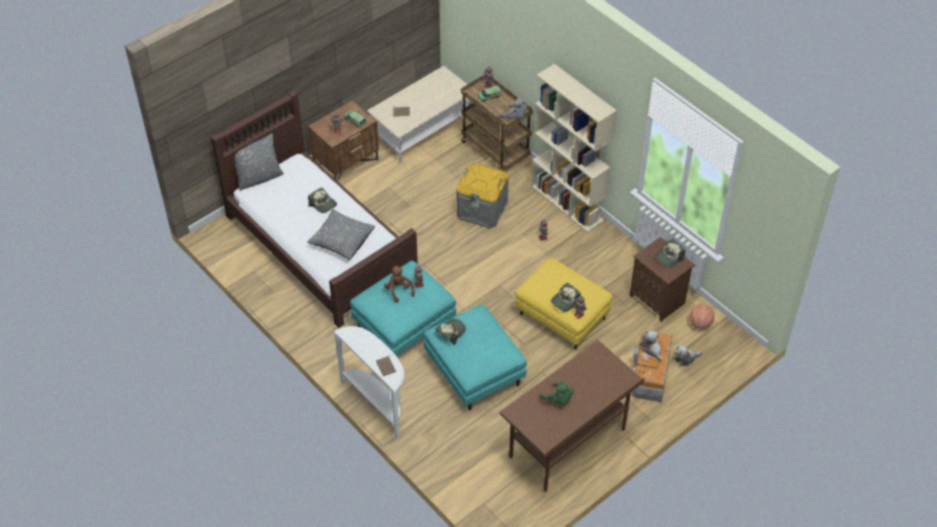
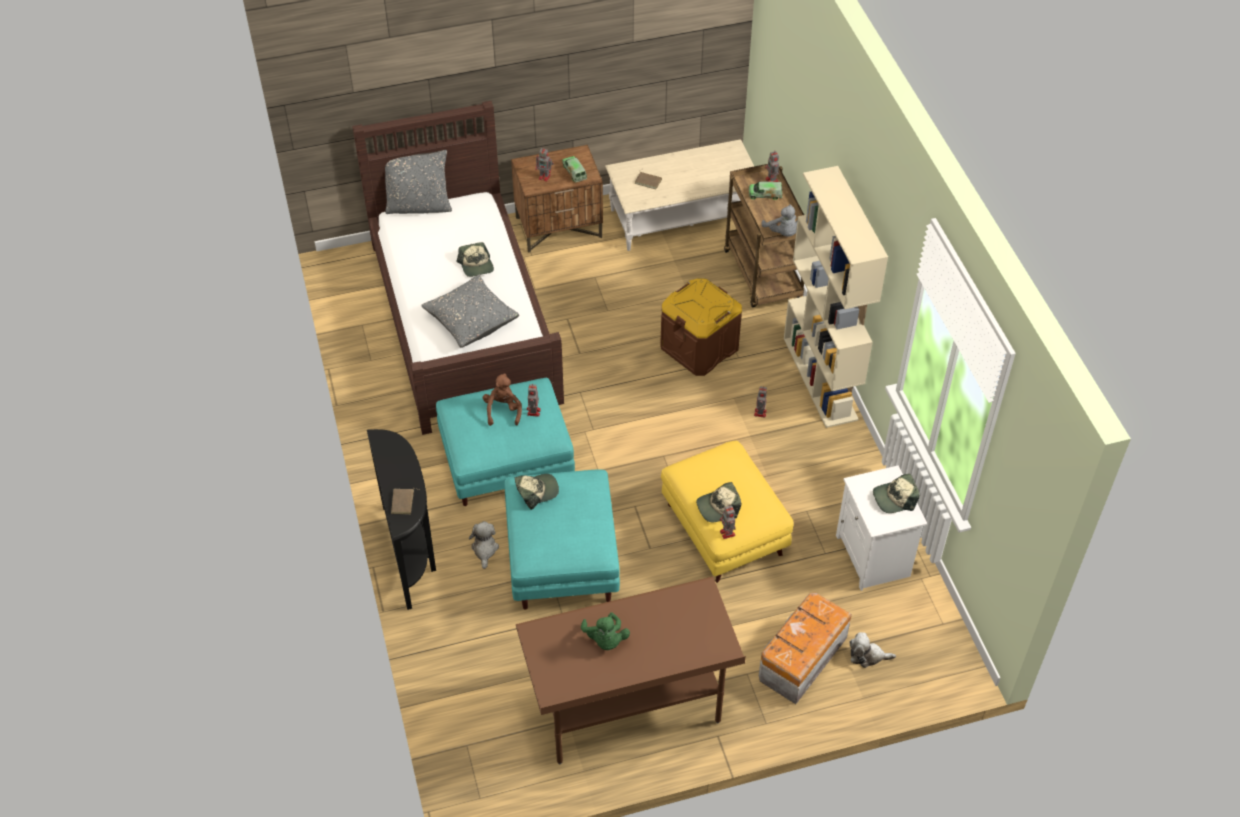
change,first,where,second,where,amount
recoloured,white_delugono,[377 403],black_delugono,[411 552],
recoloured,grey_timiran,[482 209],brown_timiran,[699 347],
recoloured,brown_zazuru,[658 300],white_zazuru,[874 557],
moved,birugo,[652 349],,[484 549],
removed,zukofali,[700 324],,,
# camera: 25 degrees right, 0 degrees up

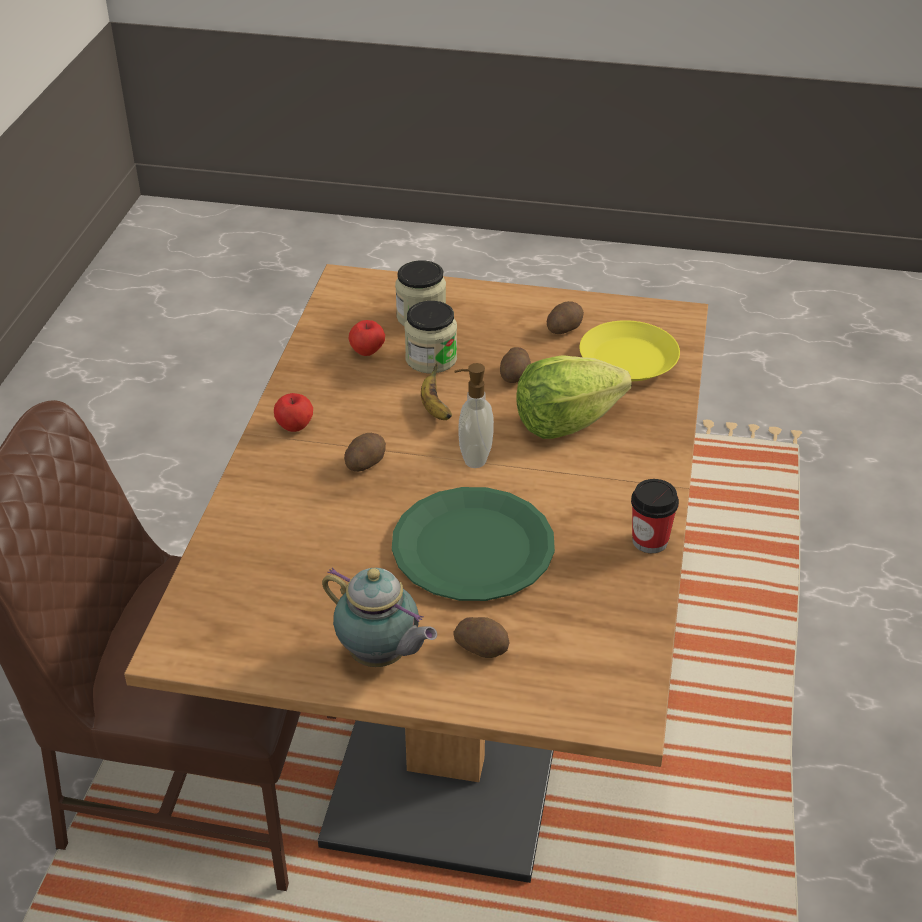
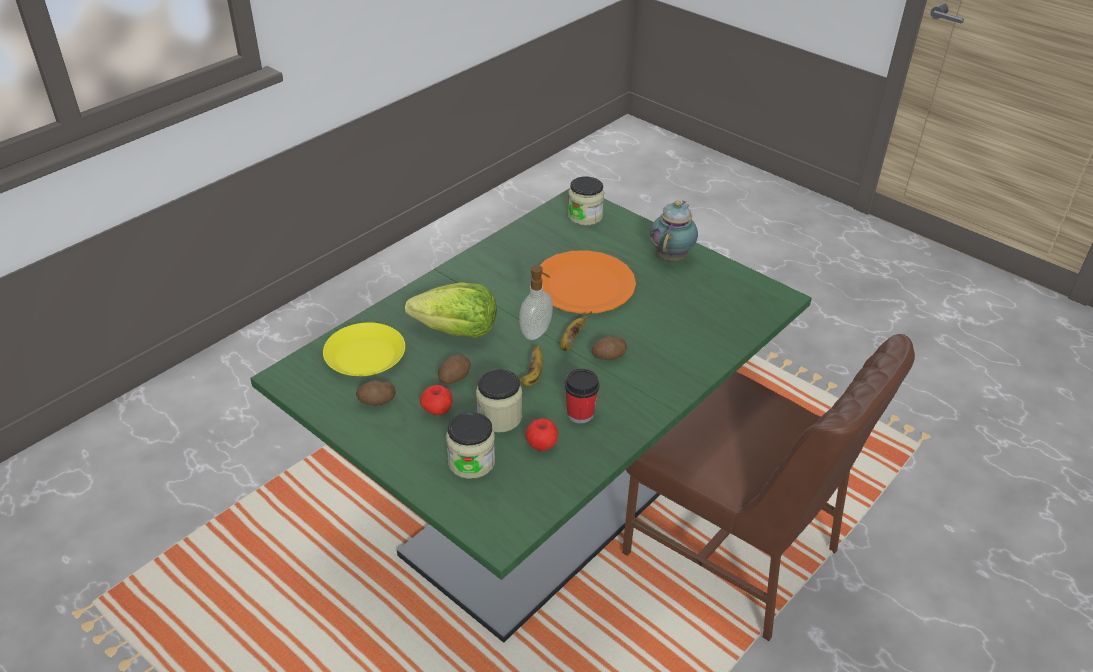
change,first,where,second,where,amount
recoloured,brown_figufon,[460 711],green_figufon,[542 516],
moved,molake,[295 426],,[437 411],
turned,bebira,[381 657],,[672 256],45 degrees clockwise
recoloured,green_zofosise,[473 547],orange_zofosise,[583 285],
removed,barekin,[482 647],,,
moved,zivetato,[650 541],,[580 414],
added,,,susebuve,[571 341],
added,,,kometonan,[585 216],
# camera: 150 degrees left, 0 degrees up

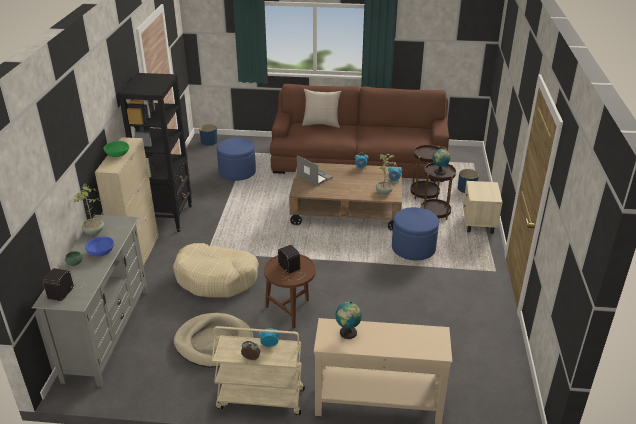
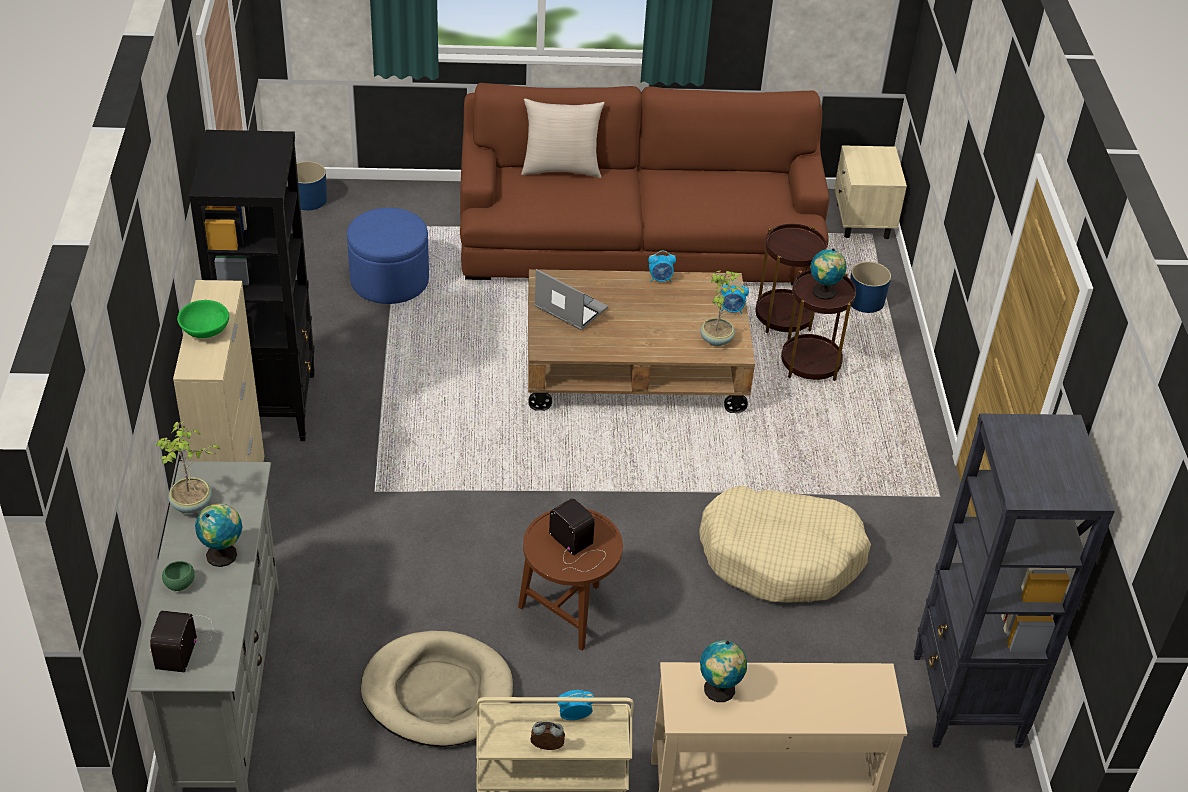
change,first,where,second,where,amount
replaced,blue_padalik,[101 252],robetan,[223 554],
moved,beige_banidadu,[216 278],,[781 557],
removed,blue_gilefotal,[413 248],,,
moved,beige_zazuru,[478 224],,[862 221],
added,,,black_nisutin,[965 702],
# camera: 10 degrees left, 10 degrees up

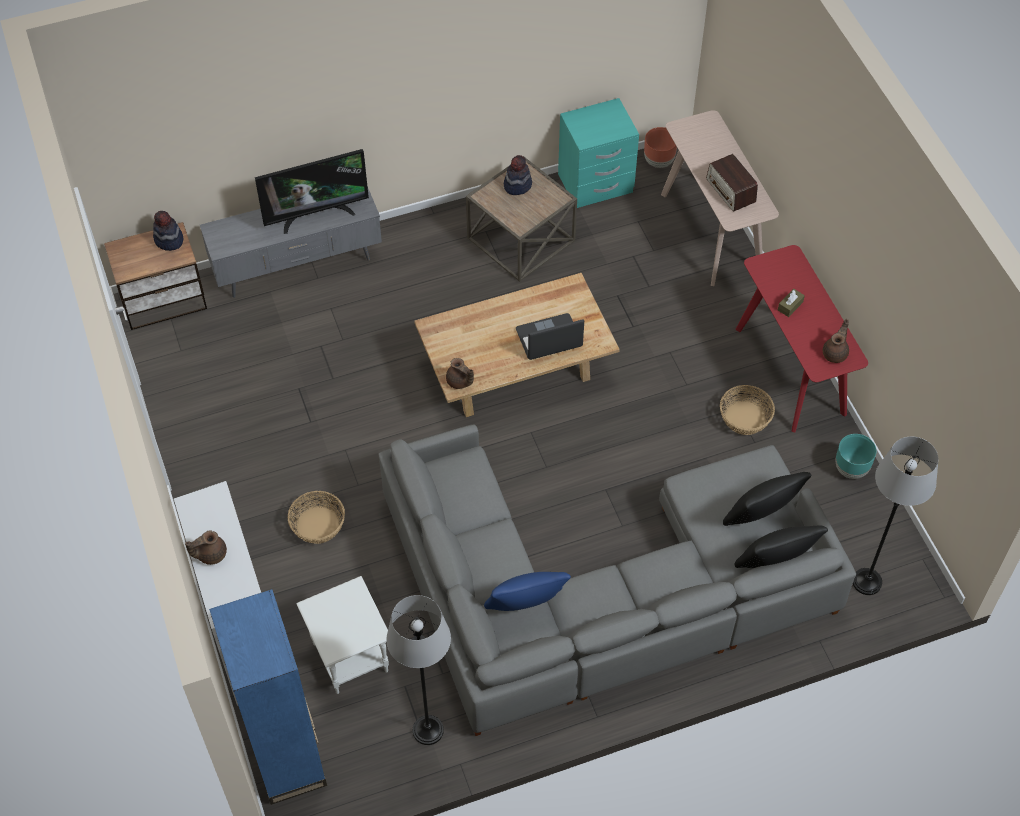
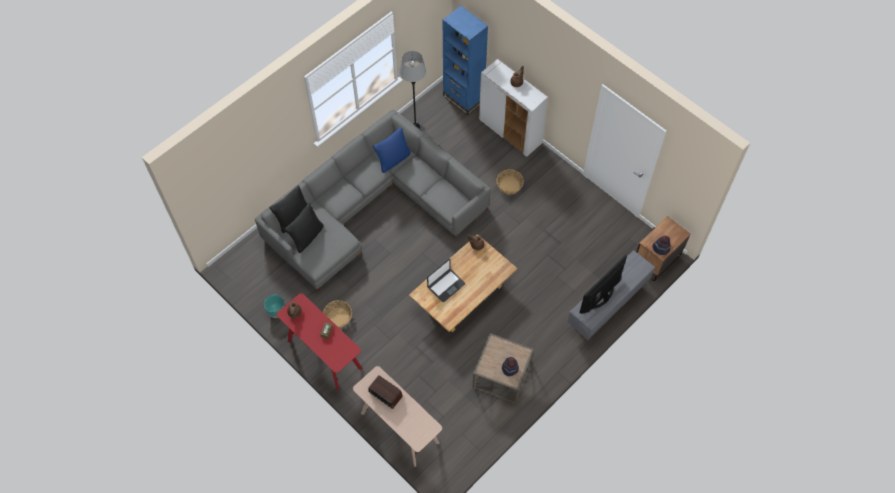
change,first,where,second,where,amount
removed,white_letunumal,[350 656],,,
removed,turquoise_zazuru,[595 184],,,
removed,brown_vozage,[659 161],,,
removed,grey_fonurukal,[866 582],,,
# camera: 155 degrees right, 5 degrees up

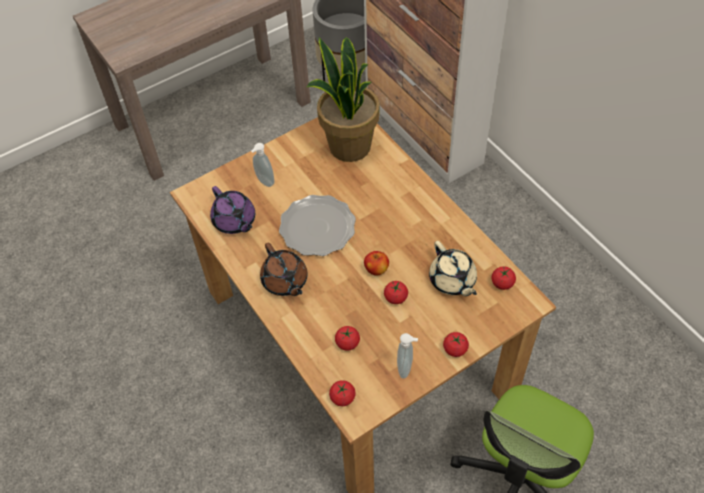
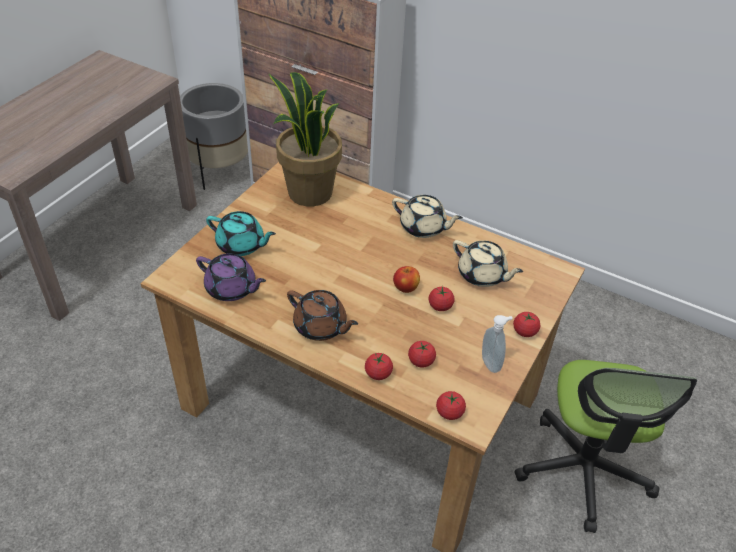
change,first,where,second,where,amount
replaced,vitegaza,[264 182],turquoise_bebira,[241 245],
removed,zofosise,[317 227],,,
moved,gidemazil,[502 283],,[378 373],
added,,,beige_bebira,[423 228],
# camera: 30 degrees left, 10 degrees down

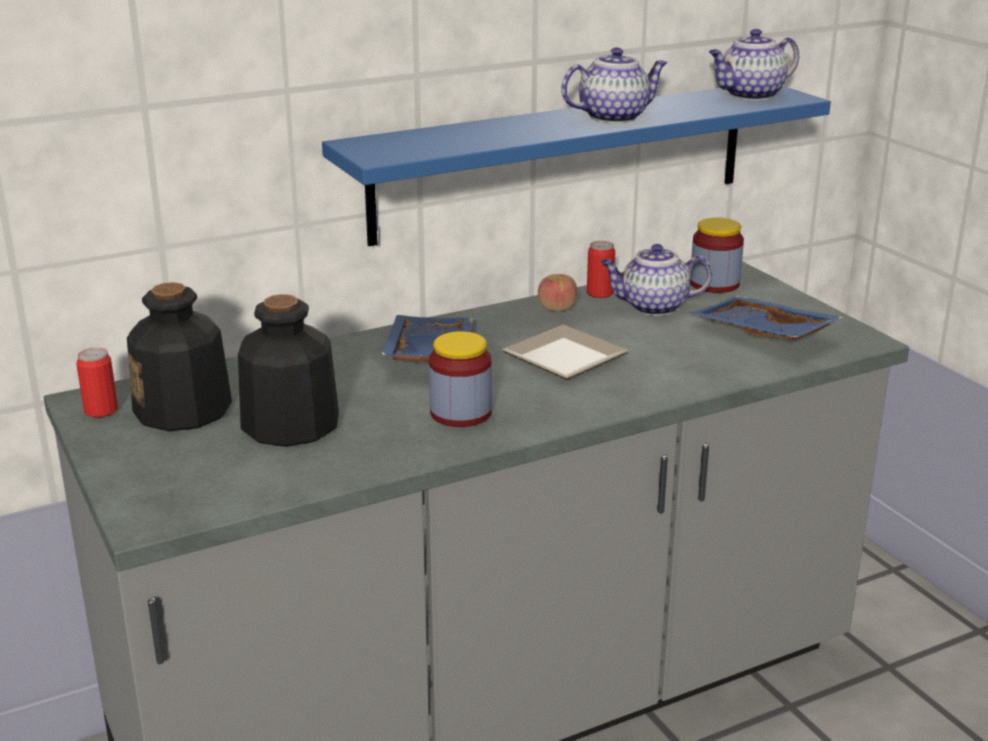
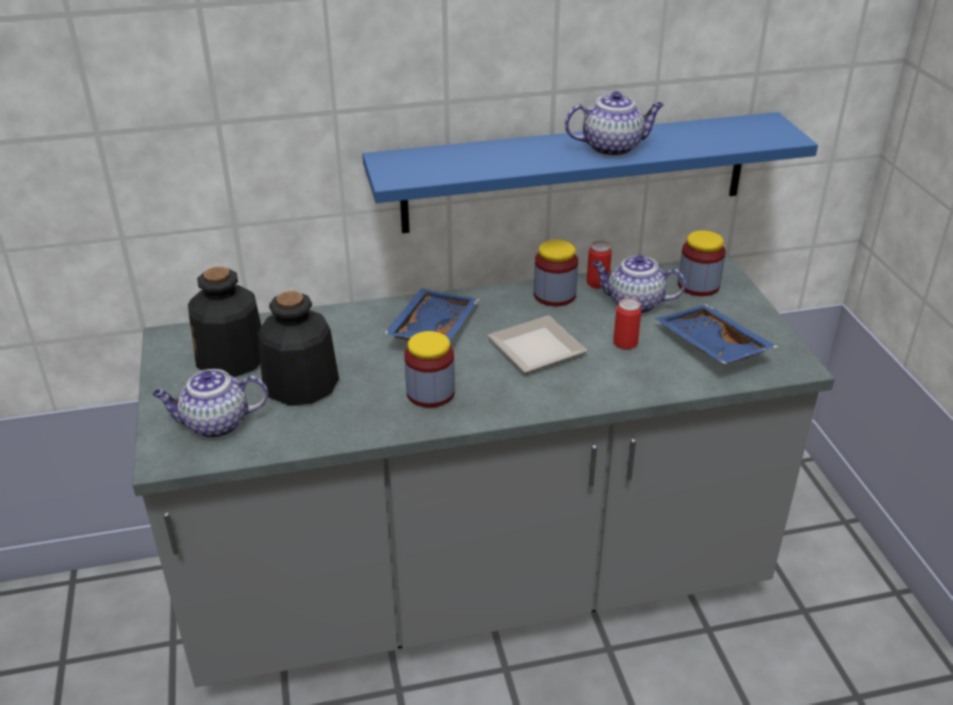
change,first,where,second,where,amount
moved,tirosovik,[101 410],,[625 343],
replaced,molake,[556 309],kometonan,[554 295],
moved,bebira,[750 95],,[215 424],
# camera: 15 degrees right, 10 degrees up

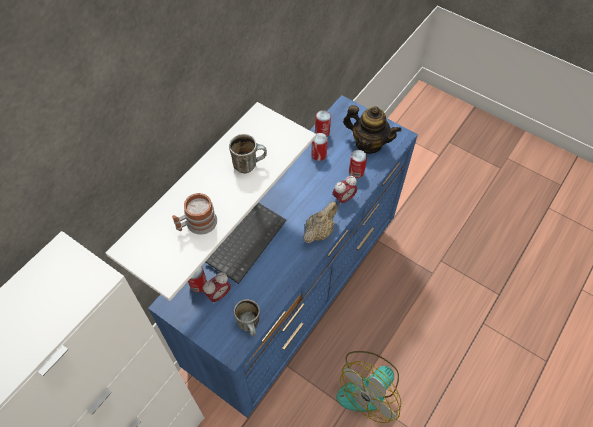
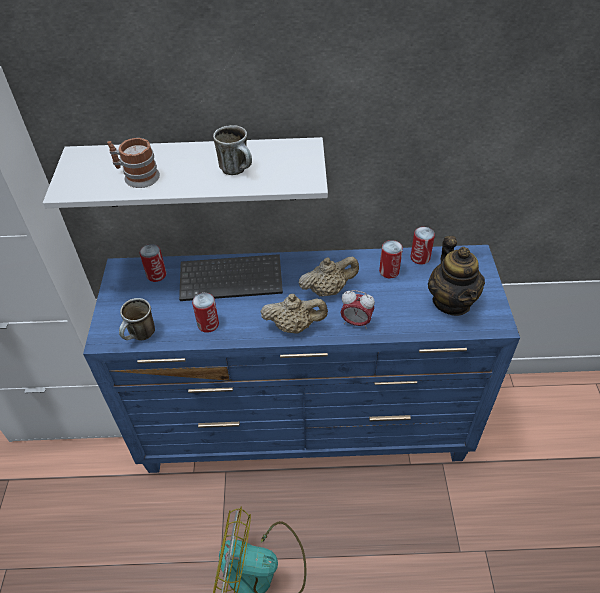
change,first,where,second,where,amount
removed,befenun,[218 295],,,
moved,tirosovik,[356 172],,[208 324],
added,,,beige_bebira,[328 290],
# camera: 55 degrees right, 10 degrees down

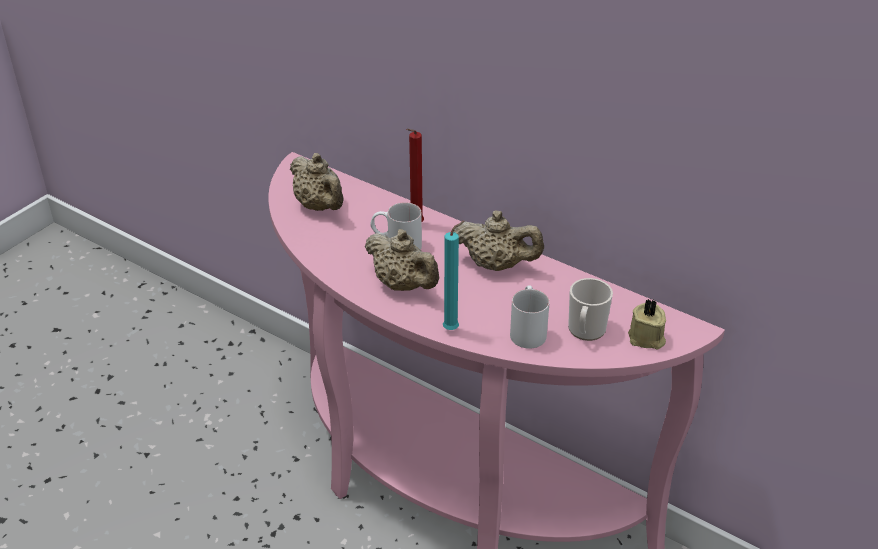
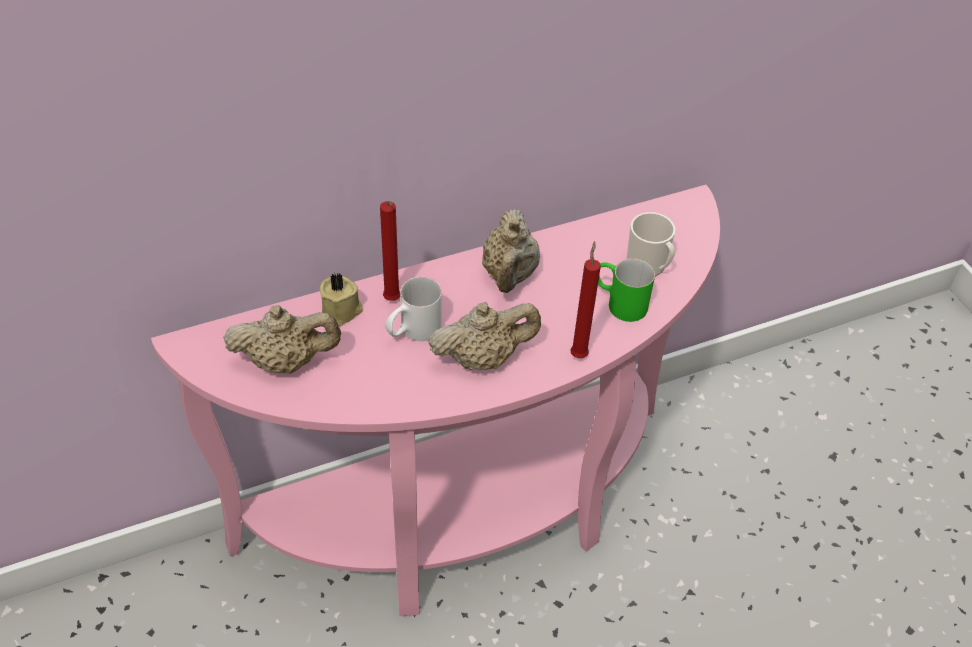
change,first,where,second,where,amount
recoloured,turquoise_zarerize,[453 329],red_zarerize,[579 353],
turned,beige_bebira,[496 265],,[509 275],135 degrees clockwise
recoloured,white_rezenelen,[527 329],green_rezenelen,[618 302],
moved,beige_zarerize,[646 339],,[342 311],
# camera: 60 degrees left, 10 degrees up

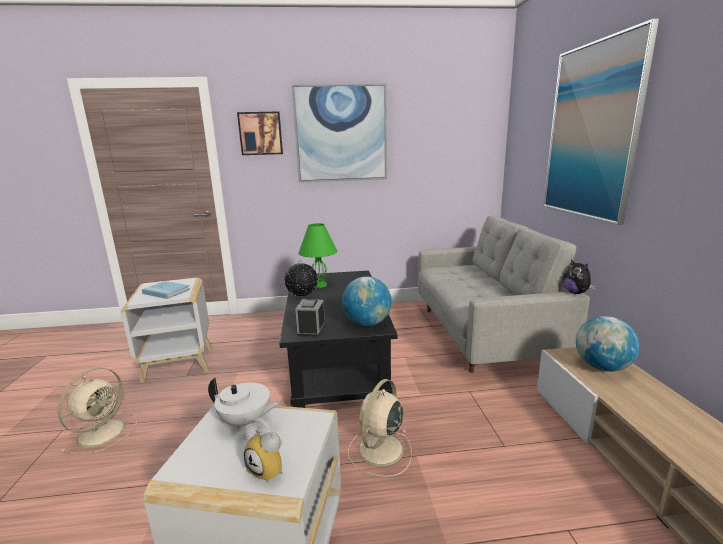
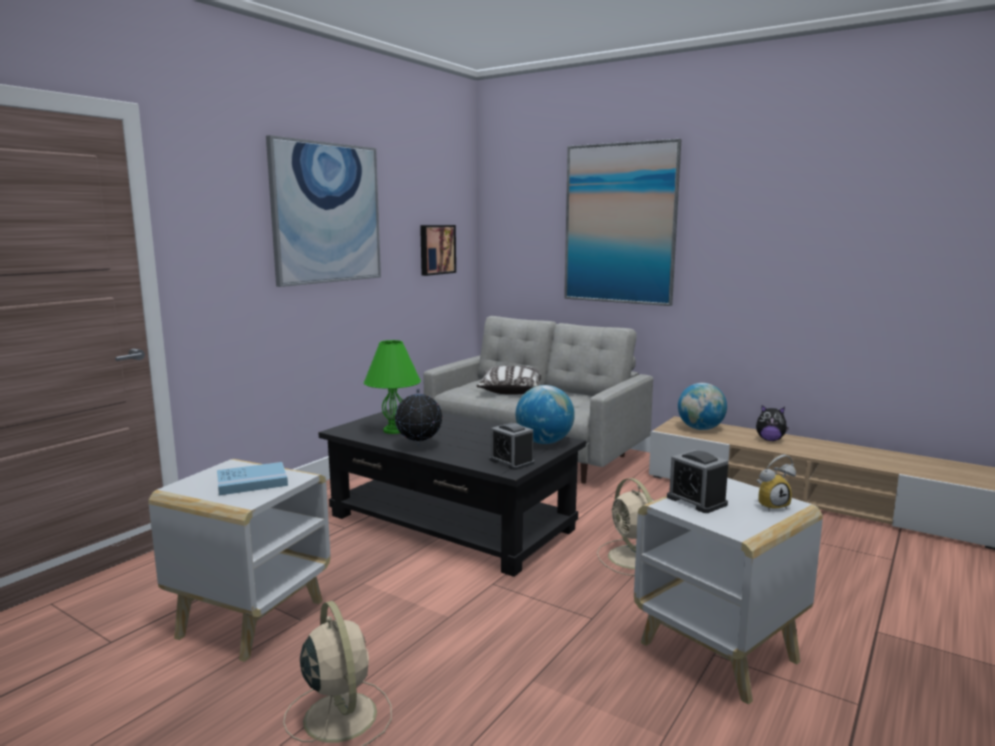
change,first,where,second,where,amount
replaced,white_bebira,[246 421],befenun,[696 501],
moved,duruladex,[260 133],,[436 249],
moved,birugo,[576 292],,[770 440],
added,,,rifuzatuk,[511 391],
# camera: 50 degrees left, 5 degrees down

